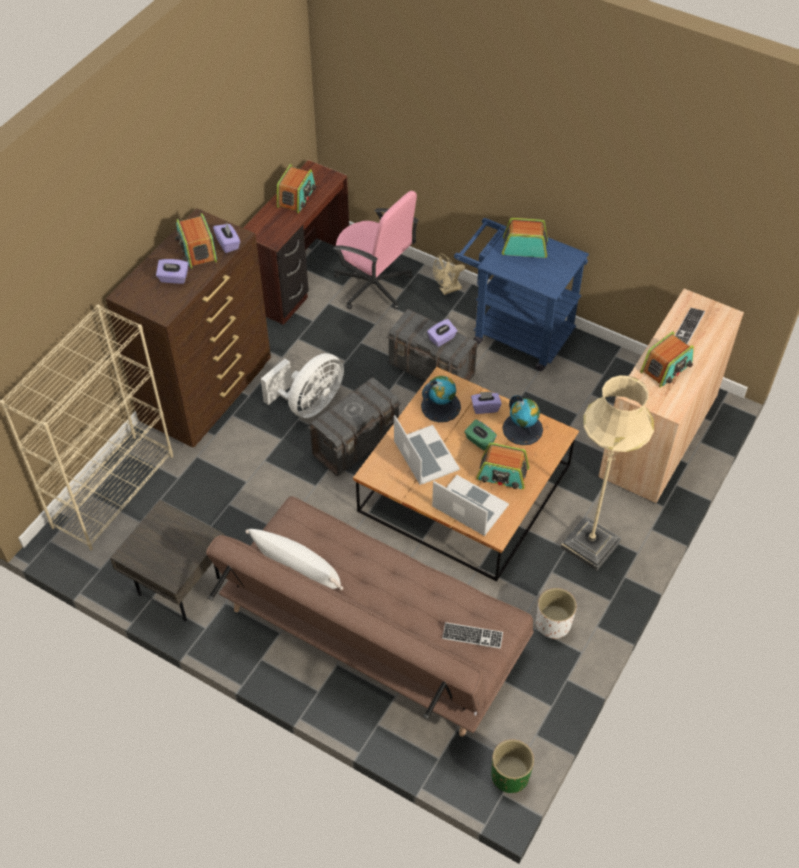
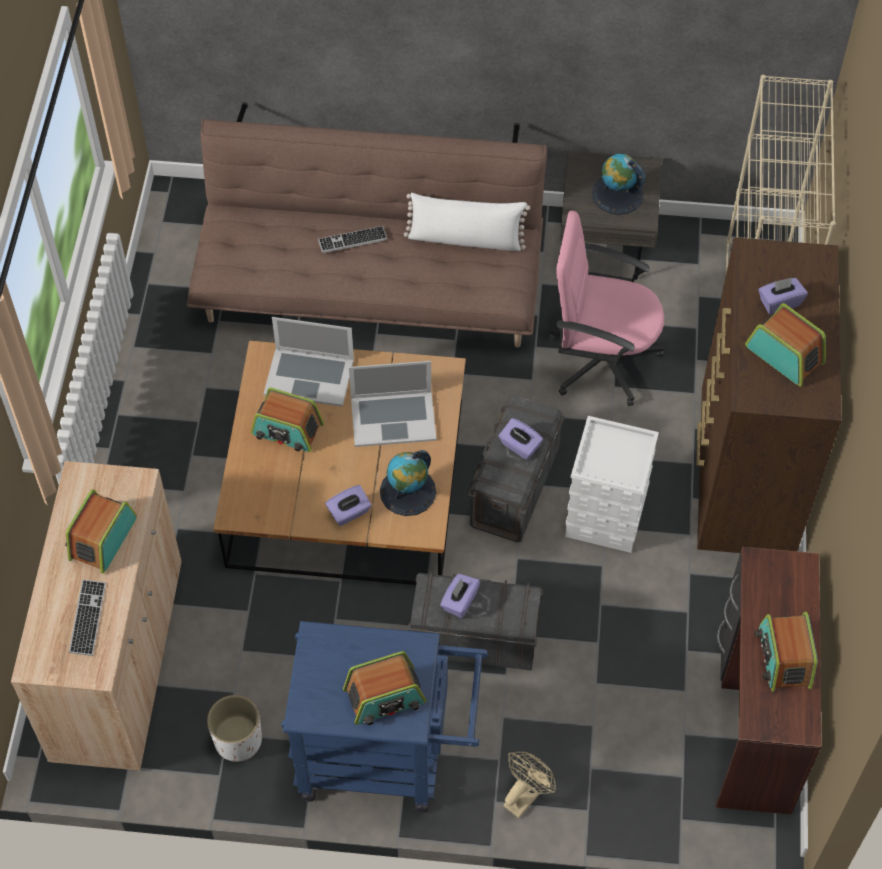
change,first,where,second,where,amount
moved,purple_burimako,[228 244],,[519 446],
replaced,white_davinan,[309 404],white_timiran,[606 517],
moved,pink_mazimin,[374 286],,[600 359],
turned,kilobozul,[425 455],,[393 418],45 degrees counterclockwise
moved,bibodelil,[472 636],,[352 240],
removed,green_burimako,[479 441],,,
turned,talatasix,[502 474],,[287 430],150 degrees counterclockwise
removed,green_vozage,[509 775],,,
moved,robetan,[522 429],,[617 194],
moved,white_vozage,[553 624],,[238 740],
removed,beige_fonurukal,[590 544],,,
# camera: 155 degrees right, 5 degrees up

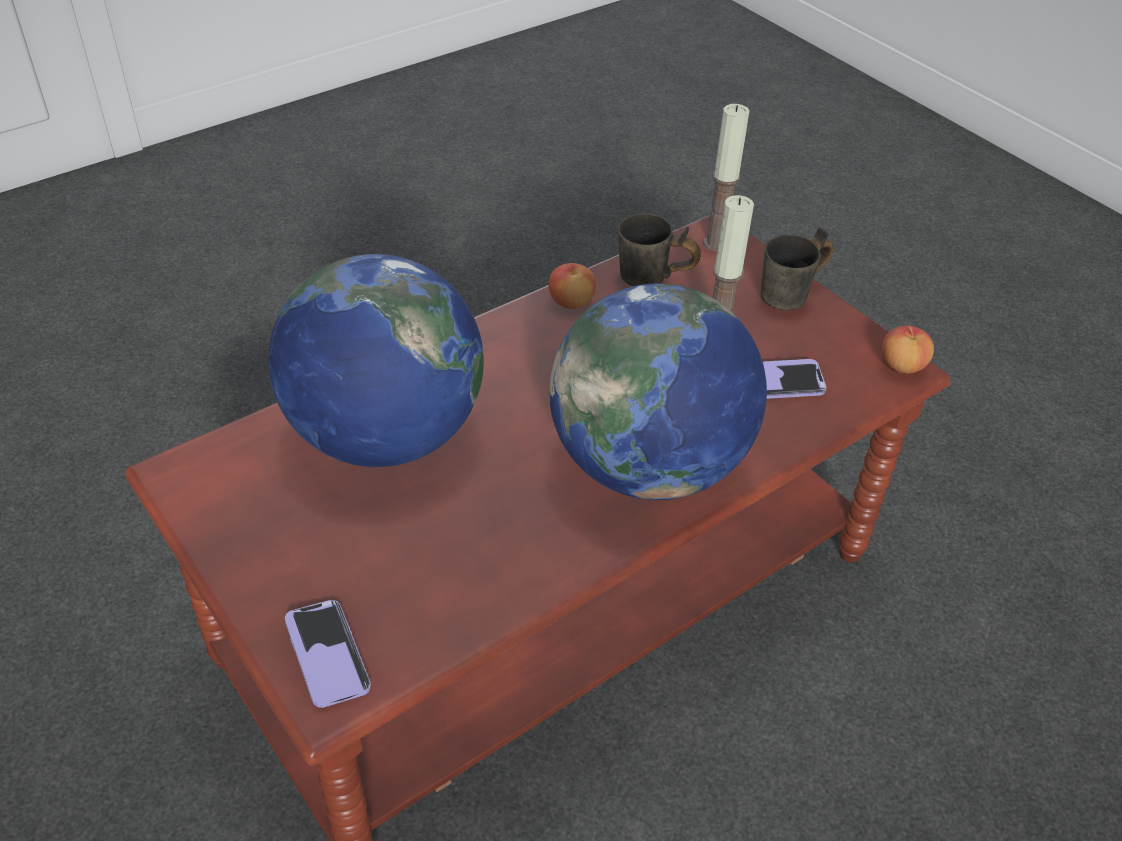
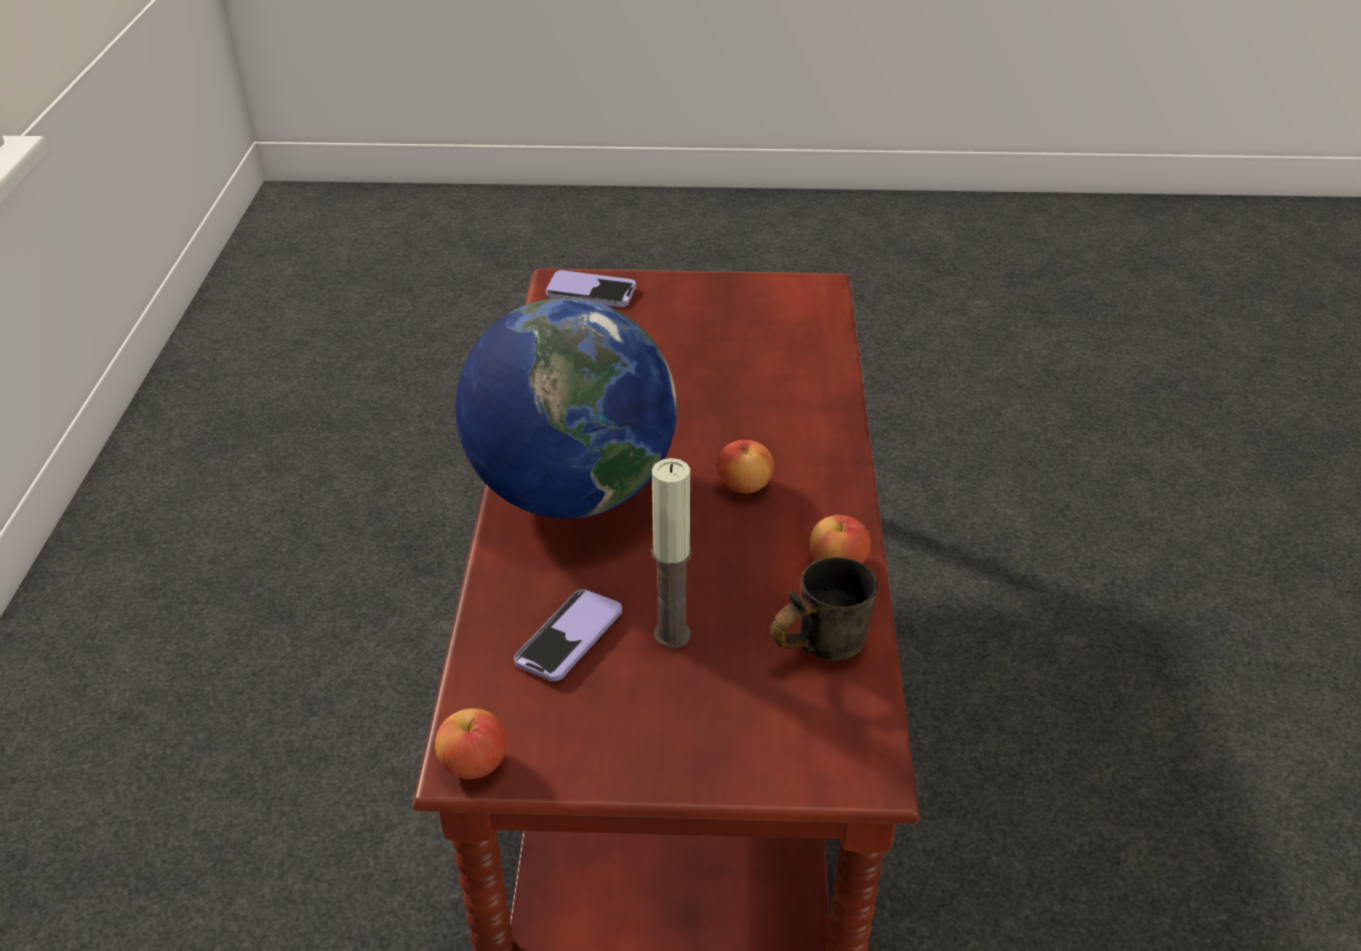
change,first,where,second,where,amount
removed,robetan,[385 435],,,
removed,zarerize,[716 243],,,
removed,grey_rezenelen,[795 297],,,
added,,,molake,[744 485],
# camera: 130 degrees right, 5 degrees down

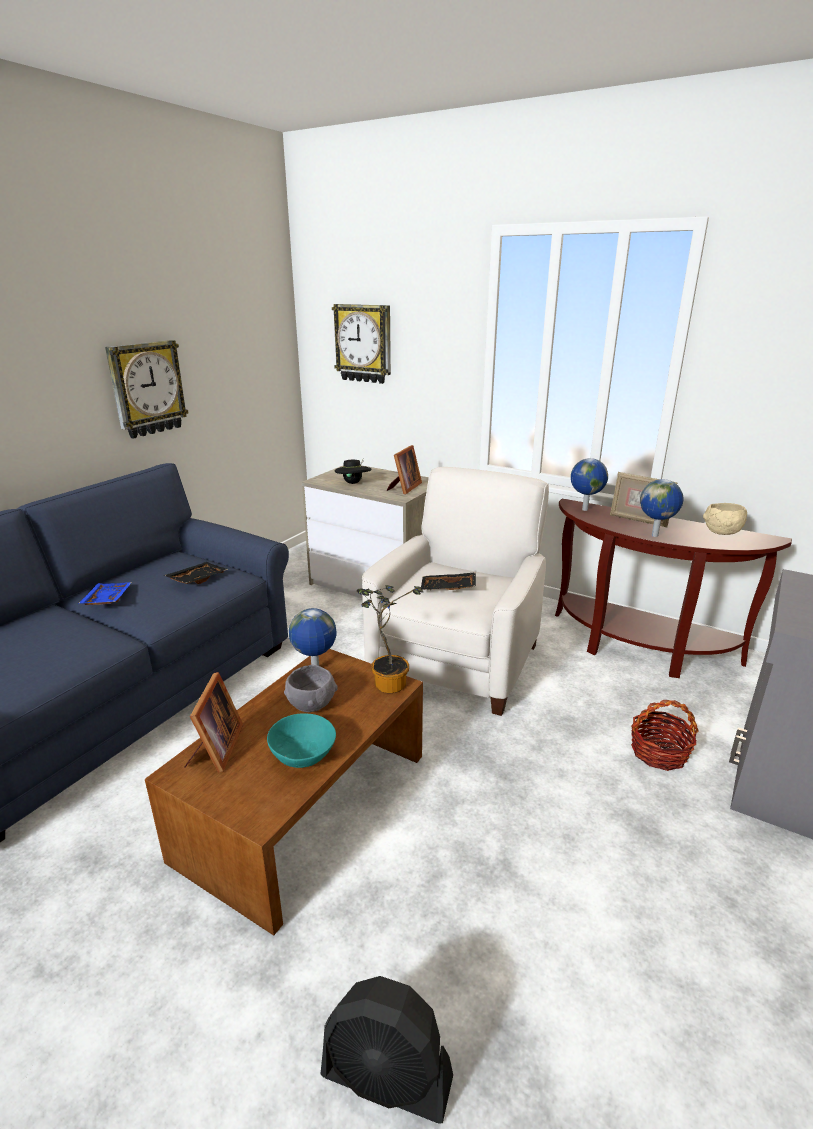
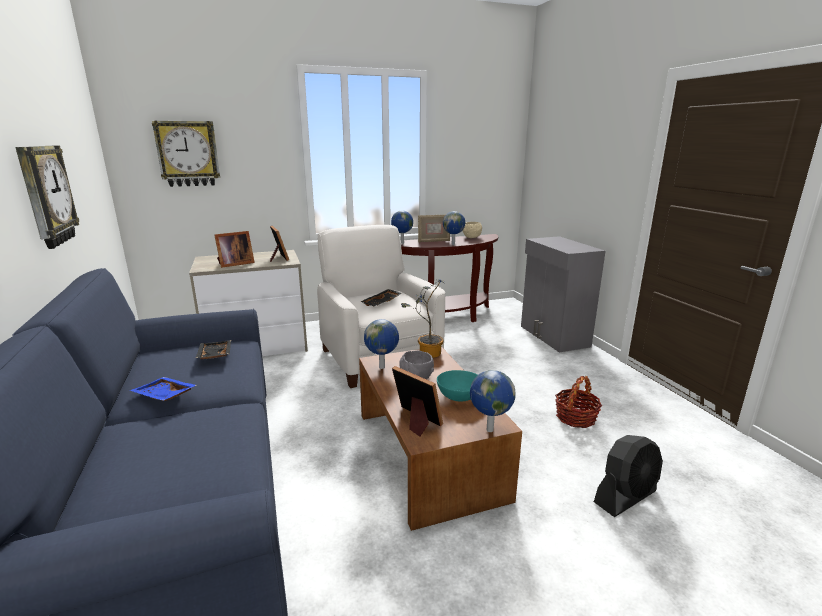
change,first,where,second,where,amount
replaced,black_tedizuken,[353 483],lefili,[234 264],
moved,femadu,[658 752],,[575 418],
added,,,robetan,[488 429],
# camera: 50 degrees left, 5 degrees down

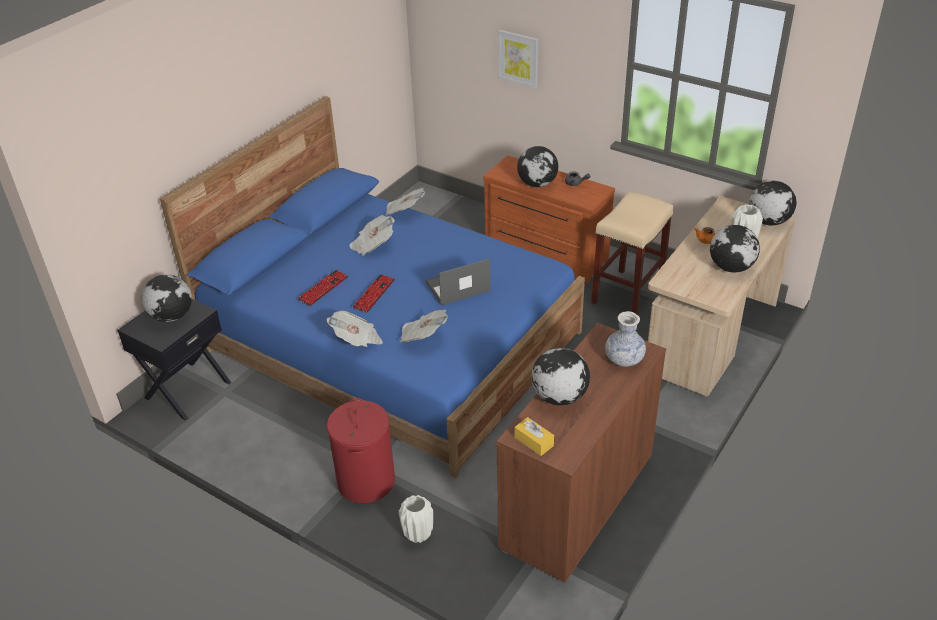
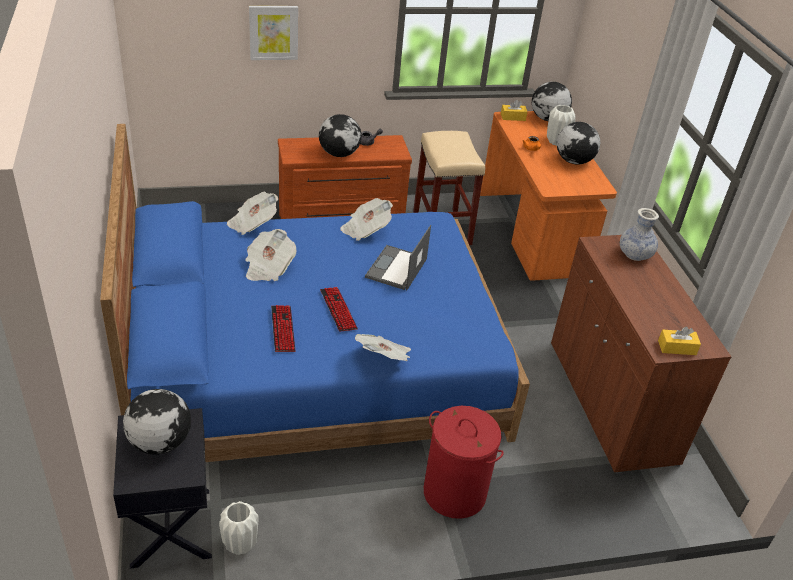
change,first,where,second,where,amount
moved,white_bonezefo,[418 535],,[240 544],
moved,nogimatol,[423 336],,[365 230],
removed,robetan,[559 397],,,
recoloured,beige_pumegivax,[710 337],orange_pumegivax,[533 234],
added,,,yellow_burimako,[513 117],
# camera: 50 degrees left, 0 degrees up

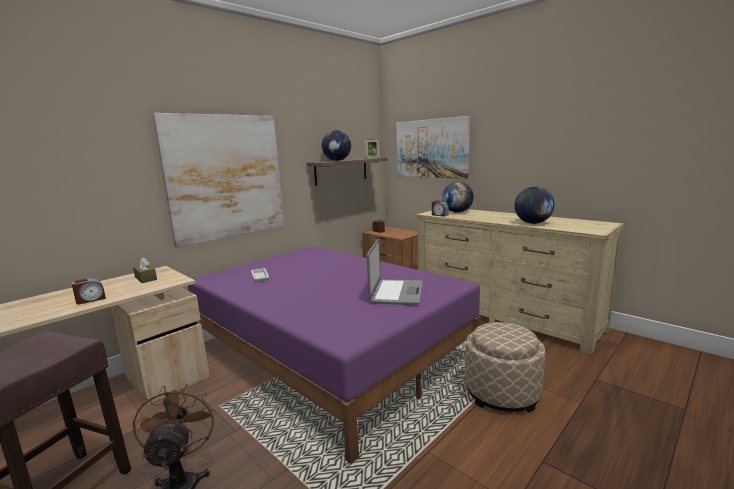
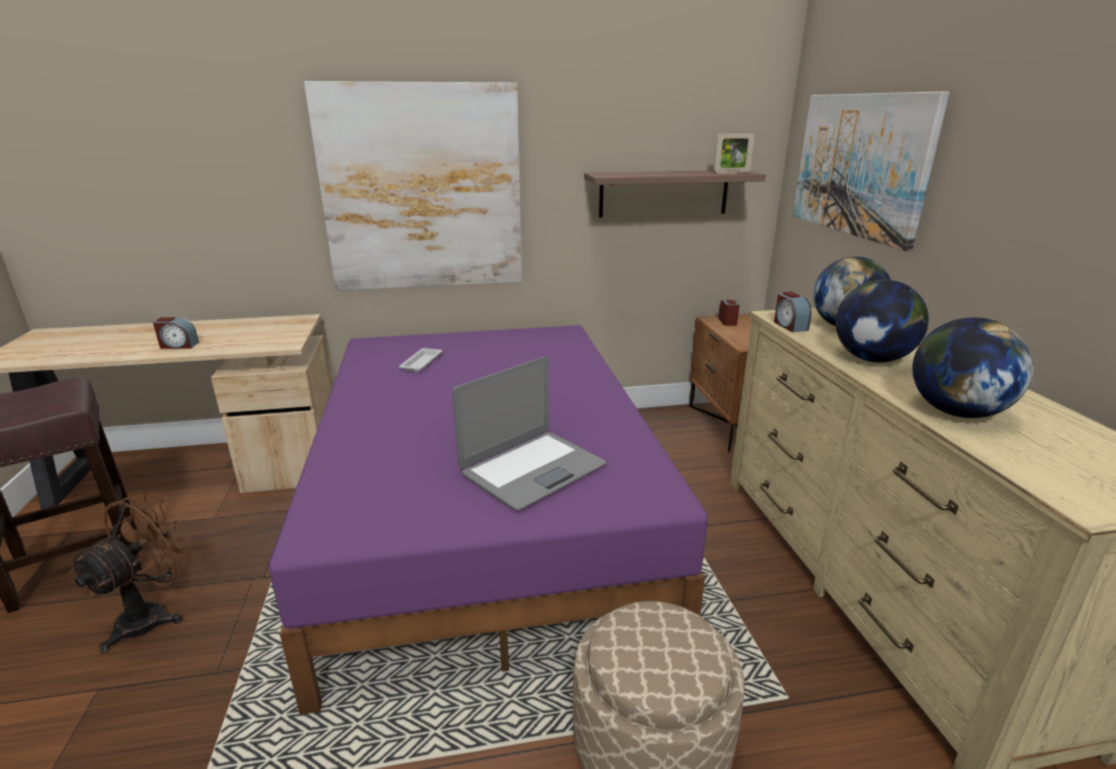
change,first,where,second,where,amount
removed,brown_burimako,[146 278],,,
moved,robetan,[337 160],,[872 359],
# camera: 35 degrees right, 10 degrees up

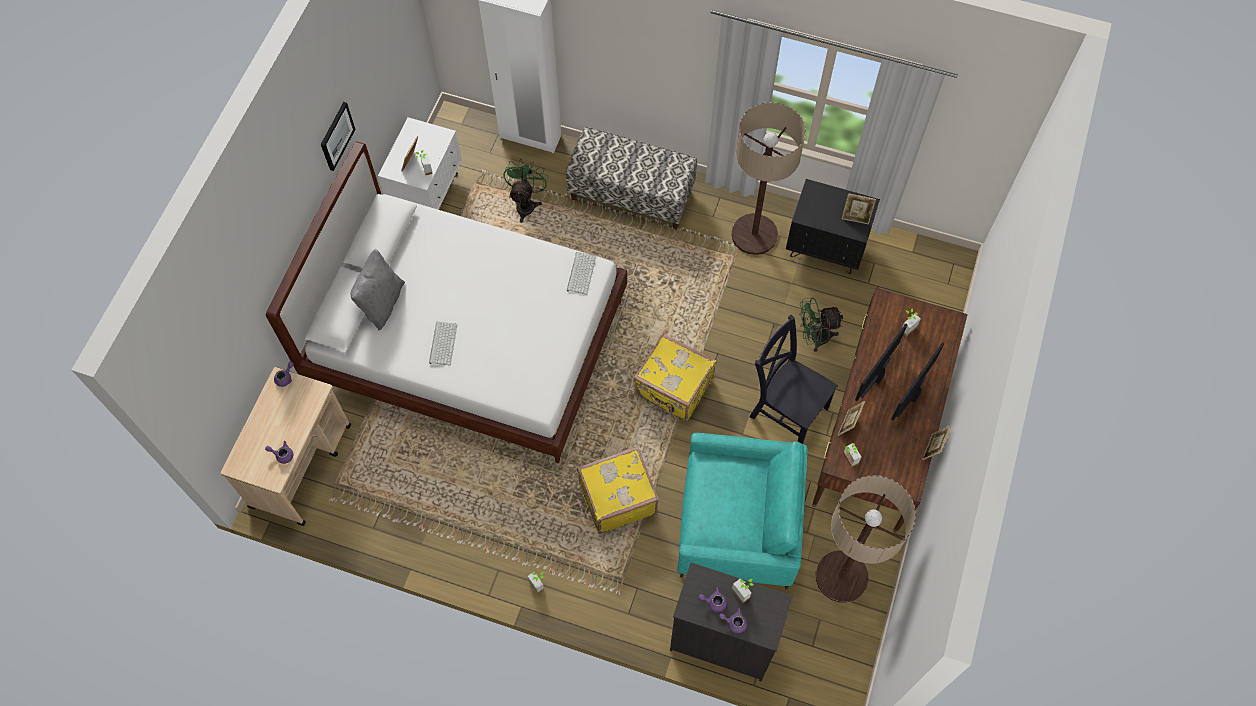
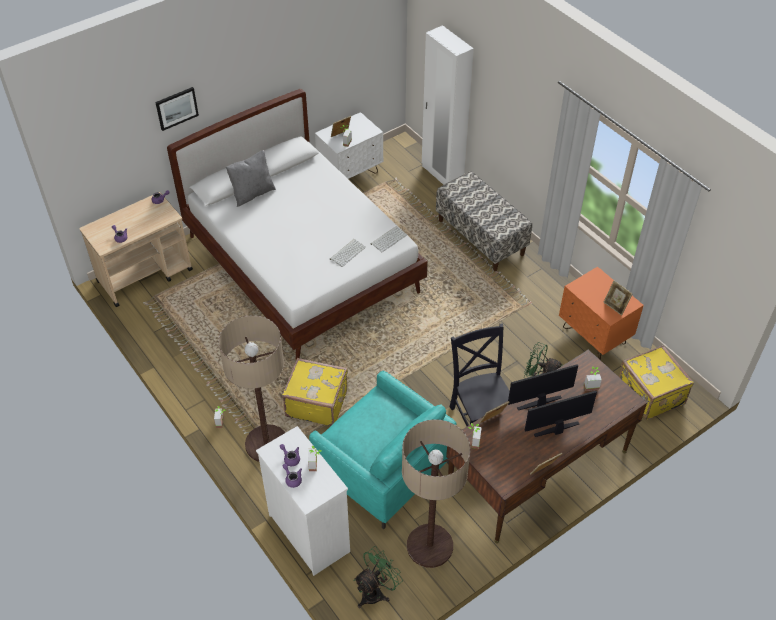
change,first,where,second,where,amount
moved,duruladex,[336 136],,[176 108],
moved,bibodelil,[442 343],,[347 252],
moved,green_davinan,[526 203],,[376 591],
moved,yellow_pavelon,[673 389],,[649 394],
recoloured,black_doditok,[721 641],white_doditok,[309 532],
moved,fonurukal,[754 234],,[266 444],
recoloured,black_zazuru,[825 248],orange_zazuru,[594 336],
# camera: 35 degrees right, 15 degrees down

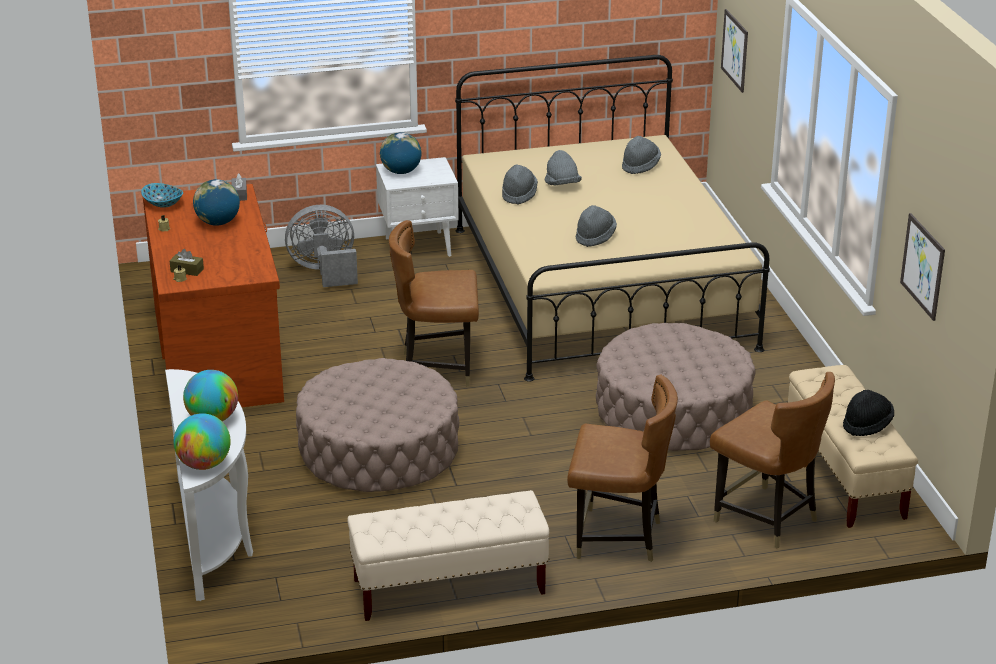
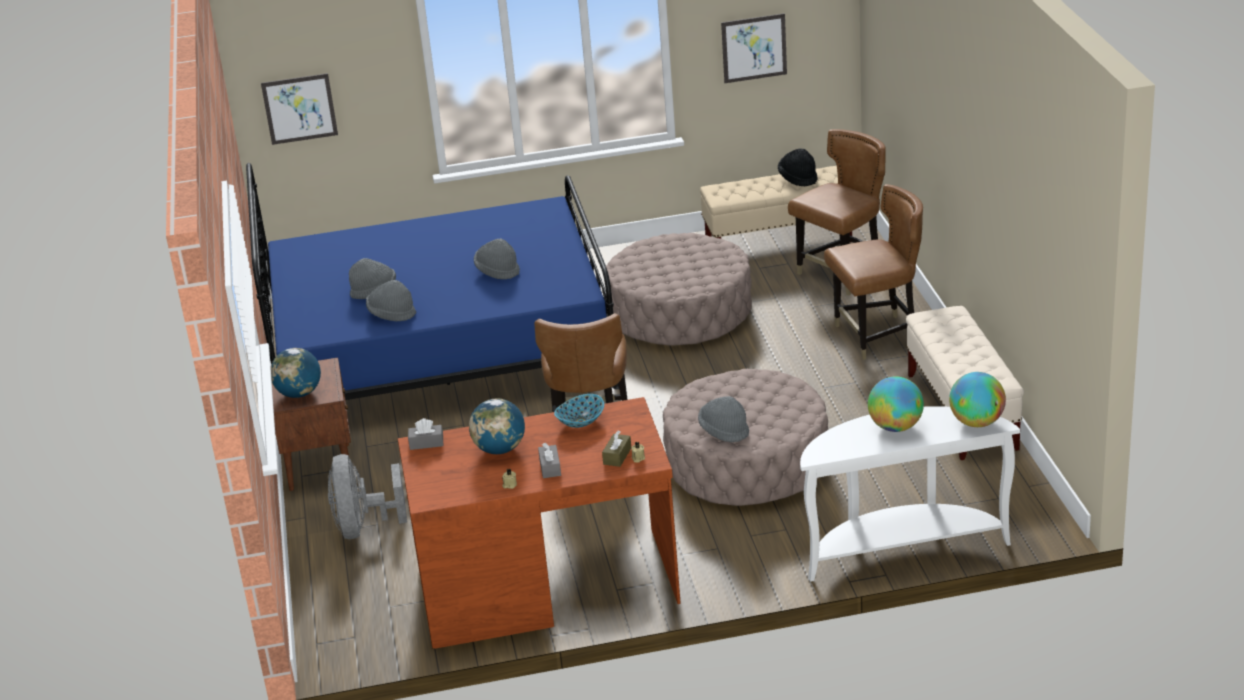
change,first,where,second,where,amount
moved,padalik,[163 204],,[580 422],
recoloured,white_zazuru,[419 247],brown_zazuru,[320 466],
recoloured,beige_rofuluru,[601 287],blue_rofuluru,[441 352],
turned,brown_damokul,[618 537],,[877 336],60 degrees clockwise
moved,grey_tedizuken,[640 166],,[724 431],
added,,,grey_burimako,[550 467],
# camera: 85 degrees left, 0 degrees up

